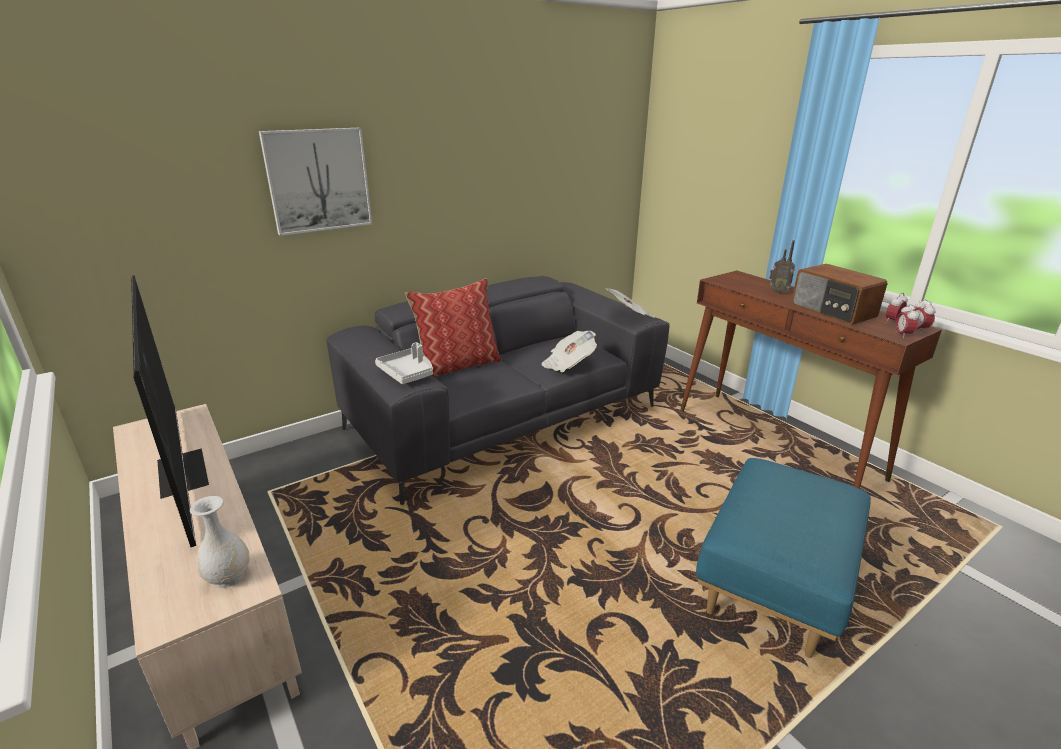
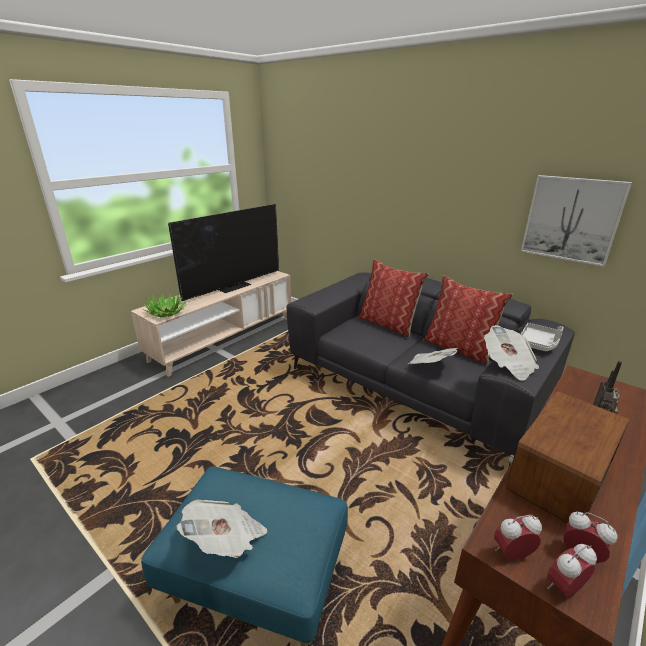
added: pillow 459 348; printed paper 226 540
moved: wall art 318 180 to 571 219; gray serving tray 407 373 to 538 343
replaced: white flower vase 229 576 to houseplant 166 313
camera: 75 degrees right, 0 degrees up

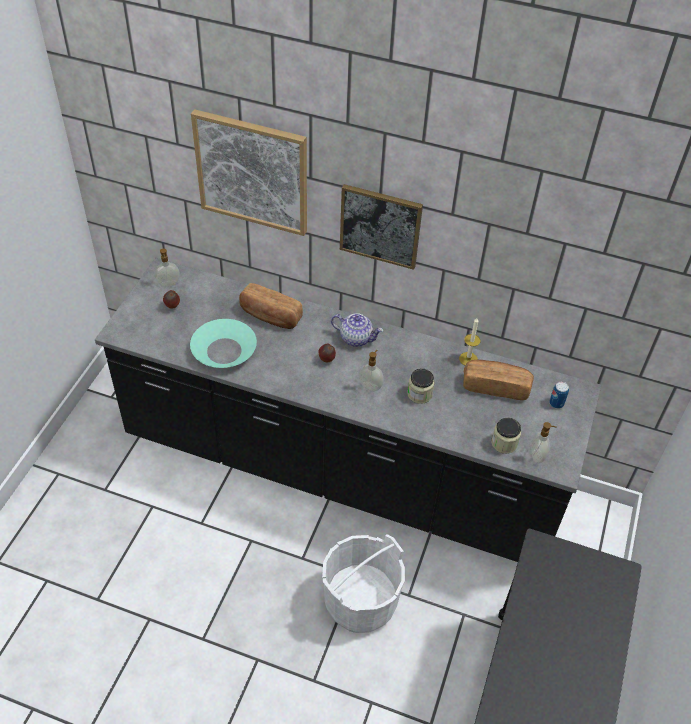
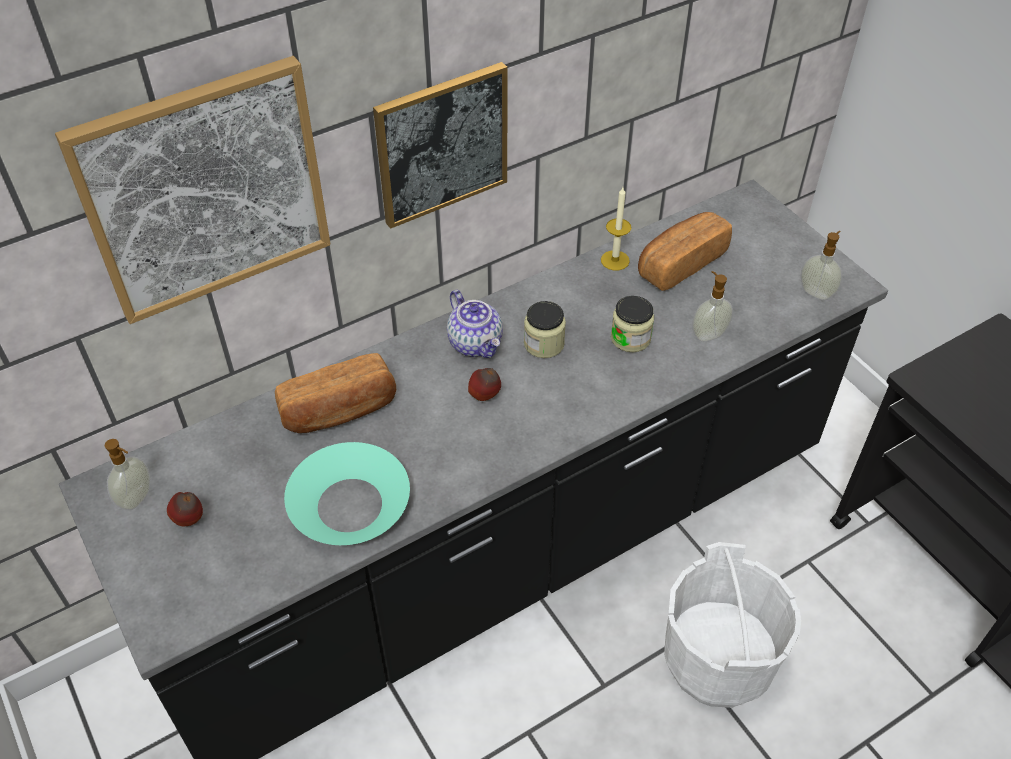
removed: metal can 556 403
moved: soap bottle 370 386 to 708 334; preserve jar 504 443 to 544 344
turned: teapot 356 338 = 476 343 90 degrees clockwise
camera: 50 degrees left, 0 degrees up

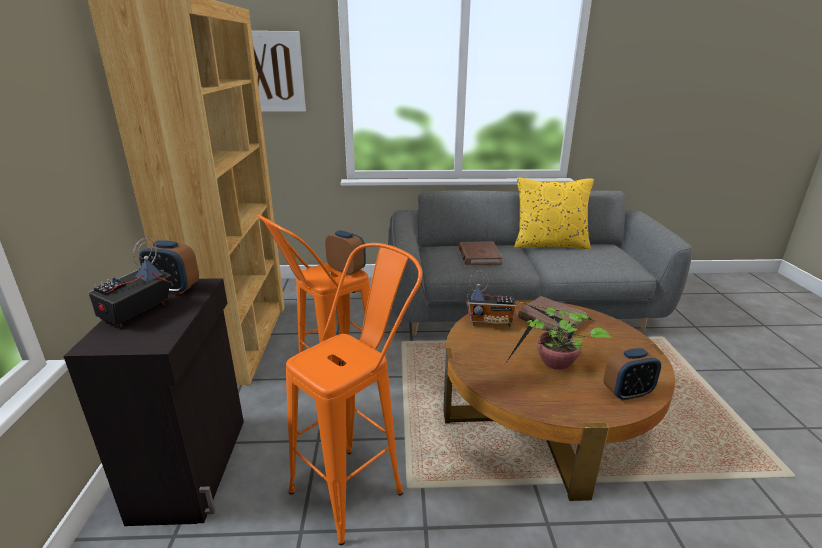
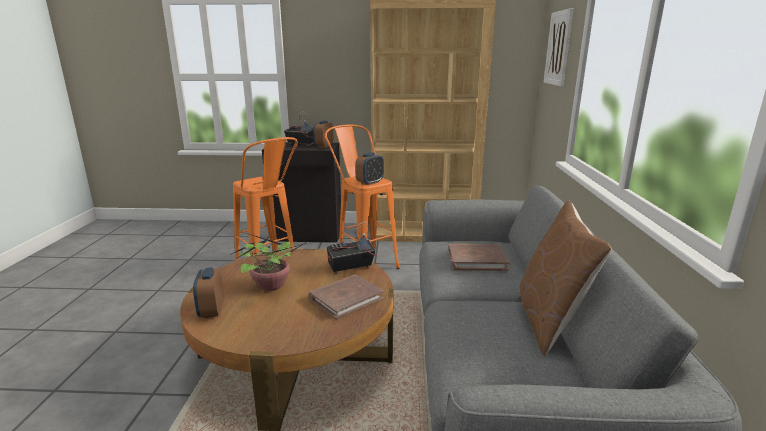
recoloured: yellow pillow 549 244 to brownish pillow 550 319
turned: radio receiver 490 322 = 350 268 60 degrees clockwise
camera: 95 degrees right, 5 degrees down

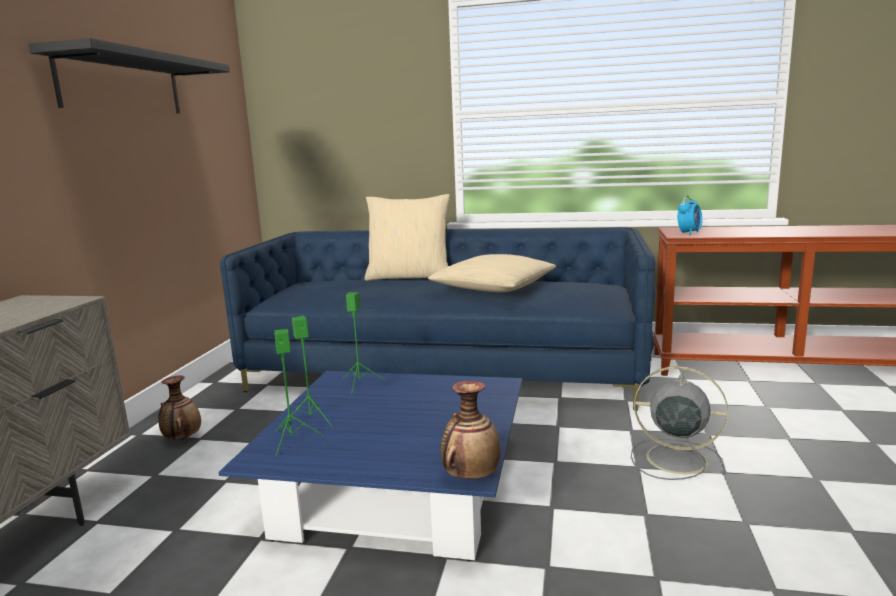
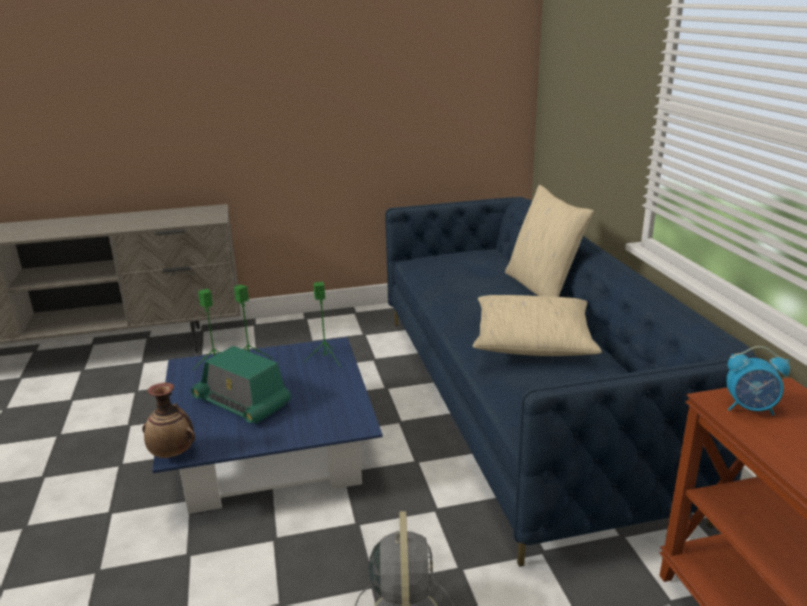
removed: black bracket shelf 122 84; flower vase 182 439
added: radio receiver 242 402
camera: 65 degrees right, 10 degrees up

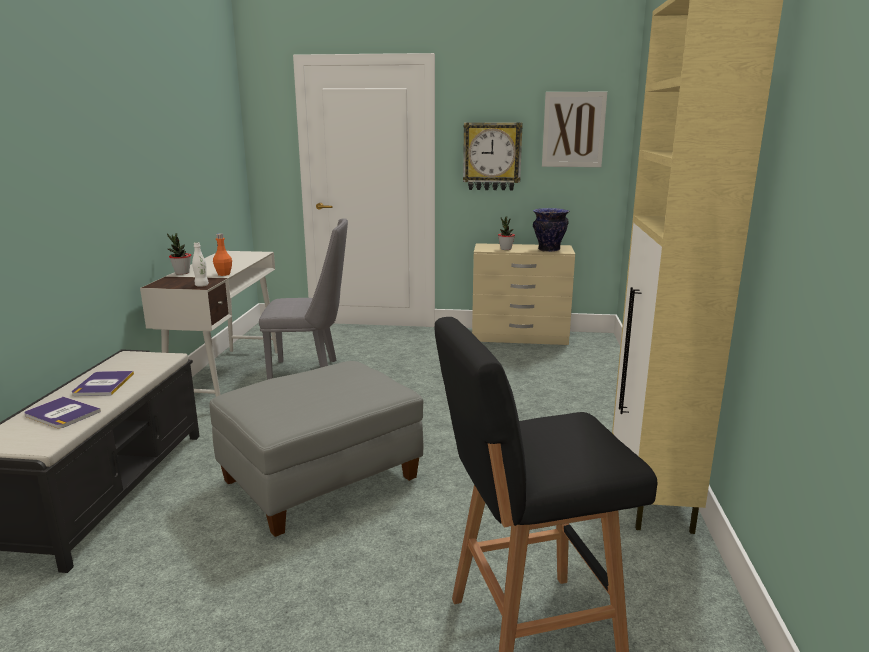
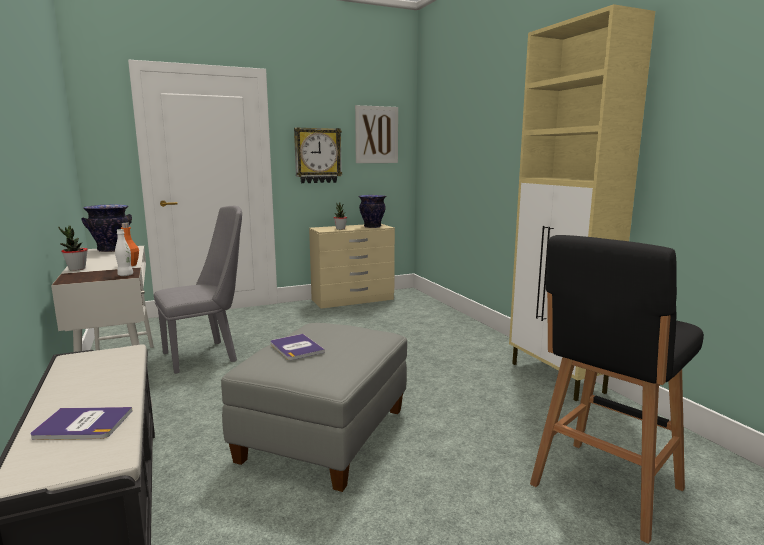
added: flower vase 111 250
moved: bound book 103 384 to 296 348
camera: 30 degrees left, 5 degrees down

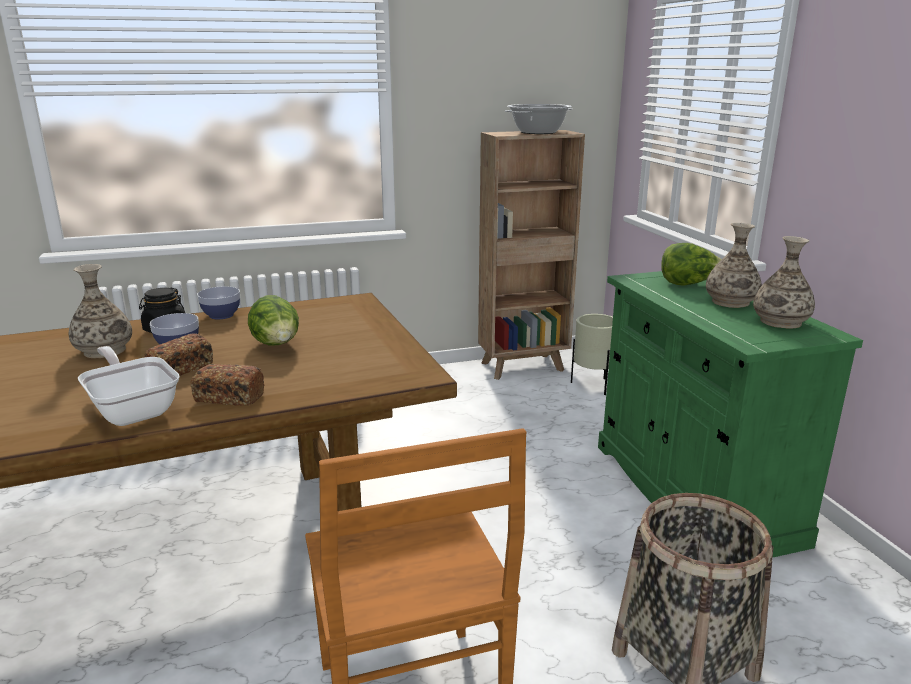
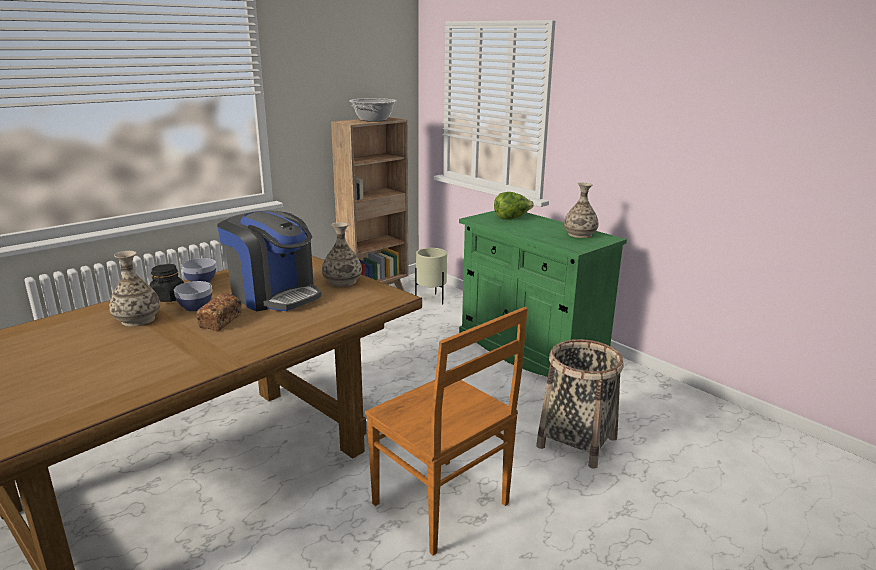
removed: skillet 133 410; bakery bread 229 398
moved: flower vase 730 302 to 342 282
replaced: head of lettuce 277 346 to coffee machine 274 295
camera: 25 degrees left, 0 degrees up

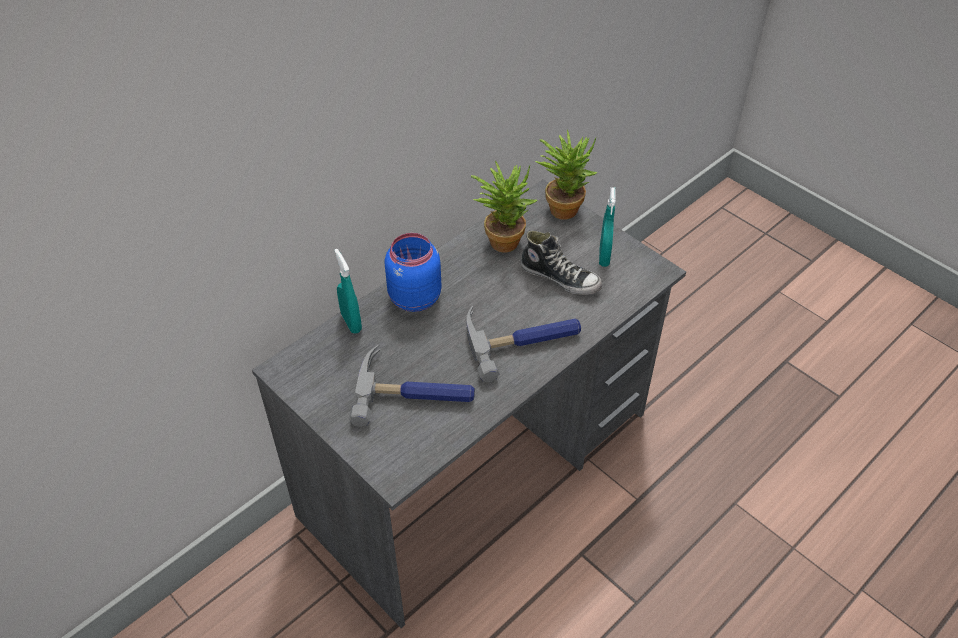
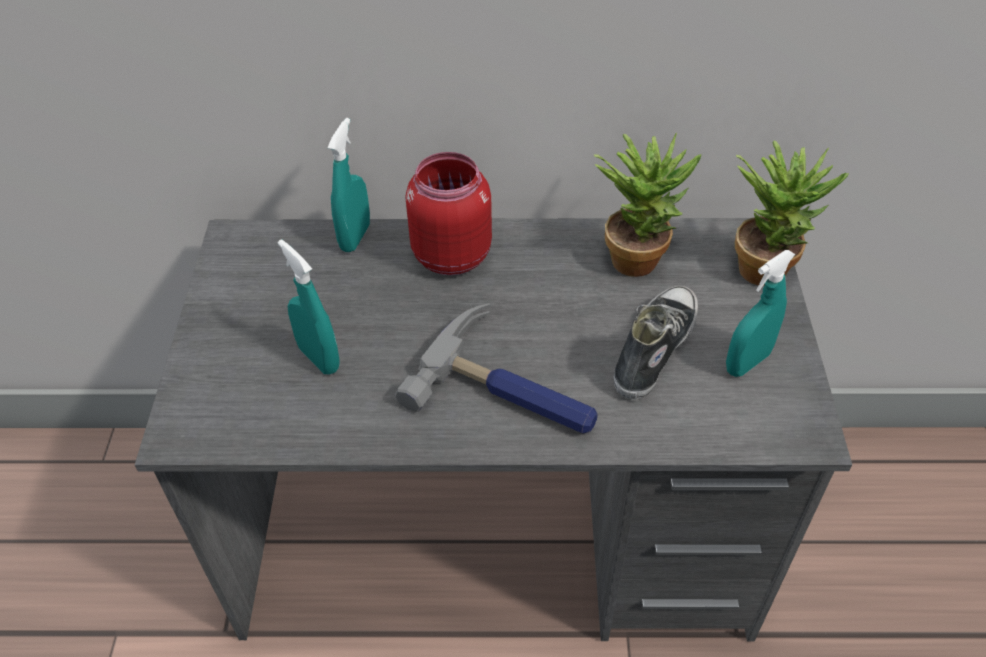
replaced: hand hammer 415 392 to turquoise spray bottle 319 358
recoloured: blue preserve jar 413 298 to red-coloured preserve jar 450 254
turned: item of footwear 560 278 = 653 349 135 degrees counterclockwise
camera: 45 degrees right, 0 degrees up

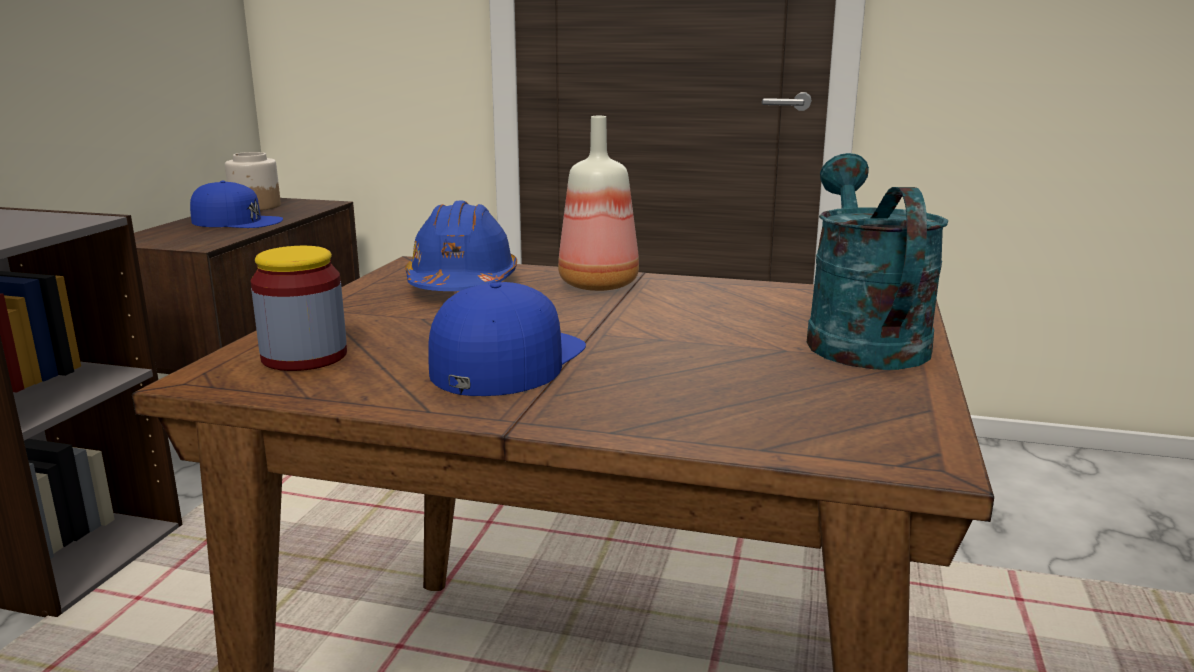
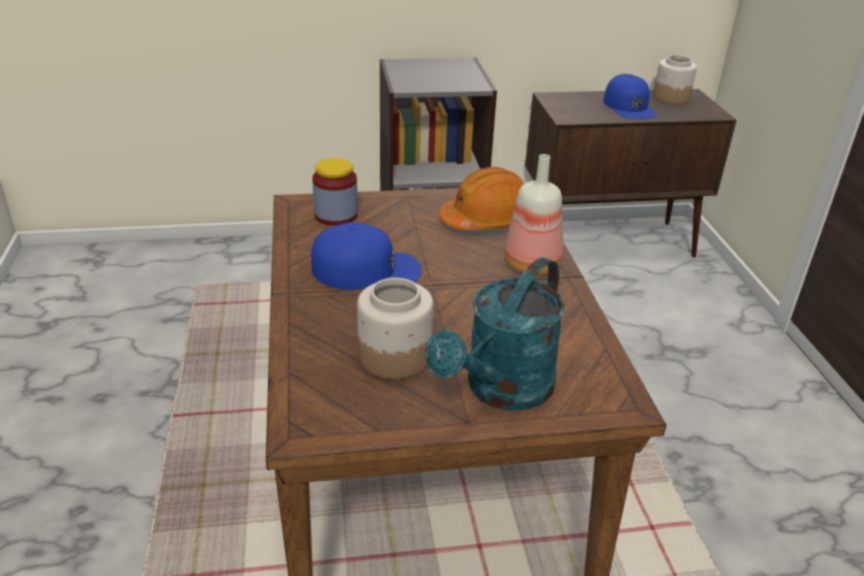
added: preserve jar 393 356
recoloured: blue safety helmet 462 285 to orange-coloured safety helmet 487 220
turned: turquoise watering pot 860 338 = 501 391 150 degrees clockwise
camera: 65 degrees right, 15 degrees up

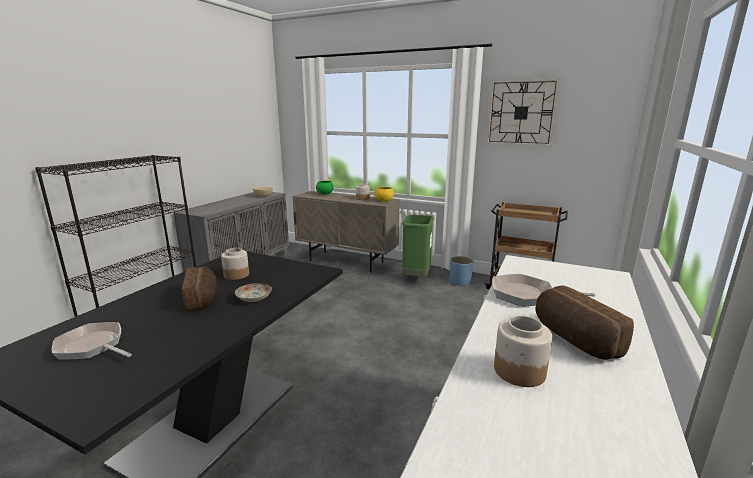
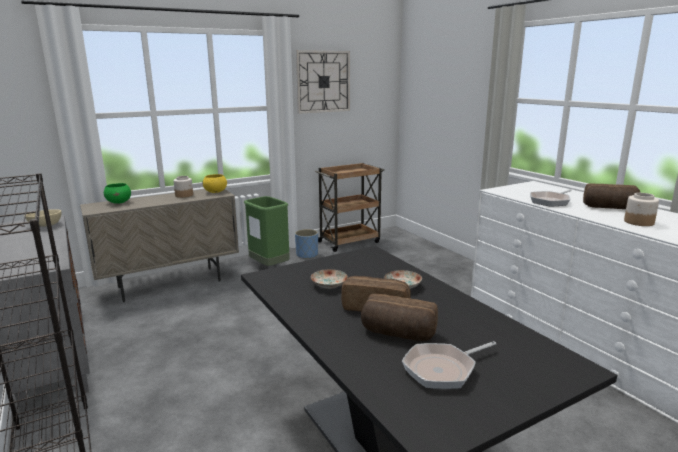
added: bakery bread 397 334
replaced: preserve jar 236 275 to plate 328 285
camera: 55 degrees left, 0 degrees up

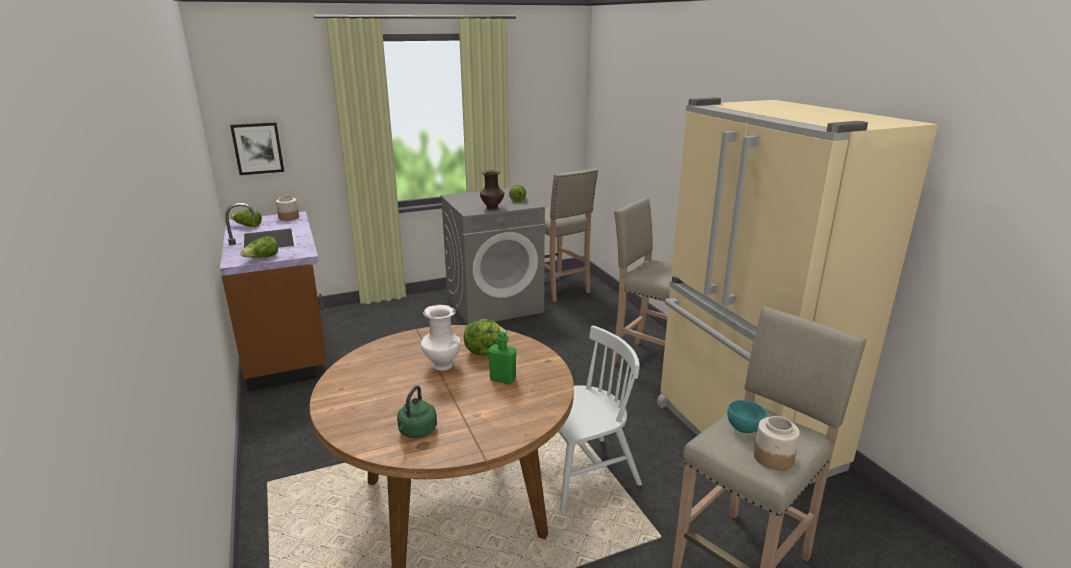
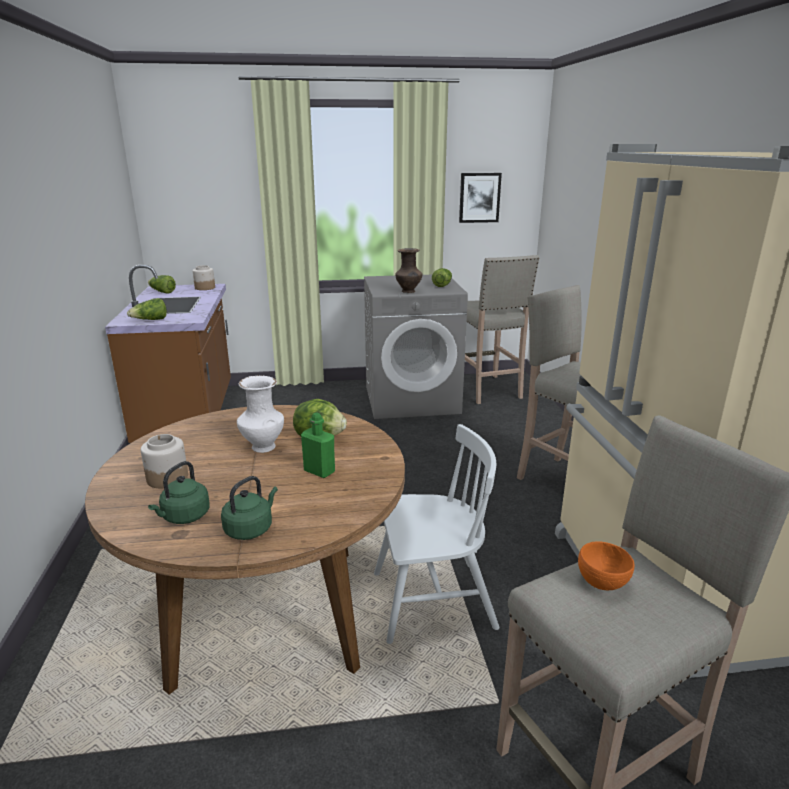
added: green-coloured tea kettle 250 529
moved: wall art 258 148 to 479 197; preserve jar 772 457 to 167 478
recoloured: turquoise bowl 743 428 to orange-coloured bowl 601 582
camera: 15 degrees right, 0 degrees up

